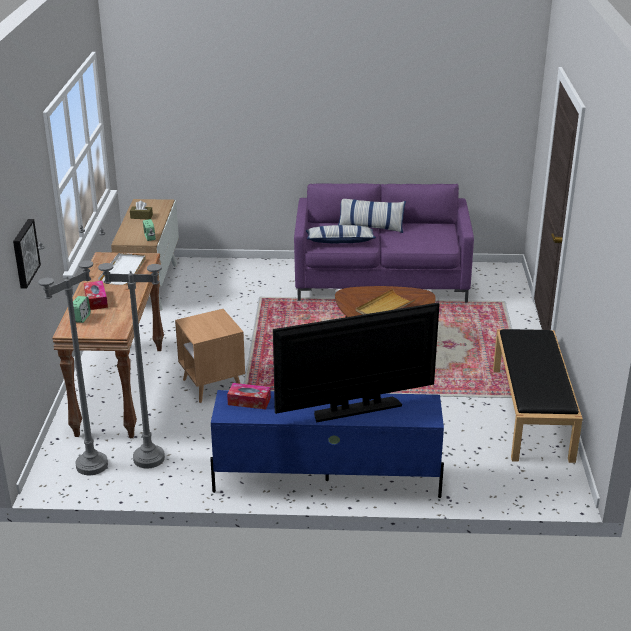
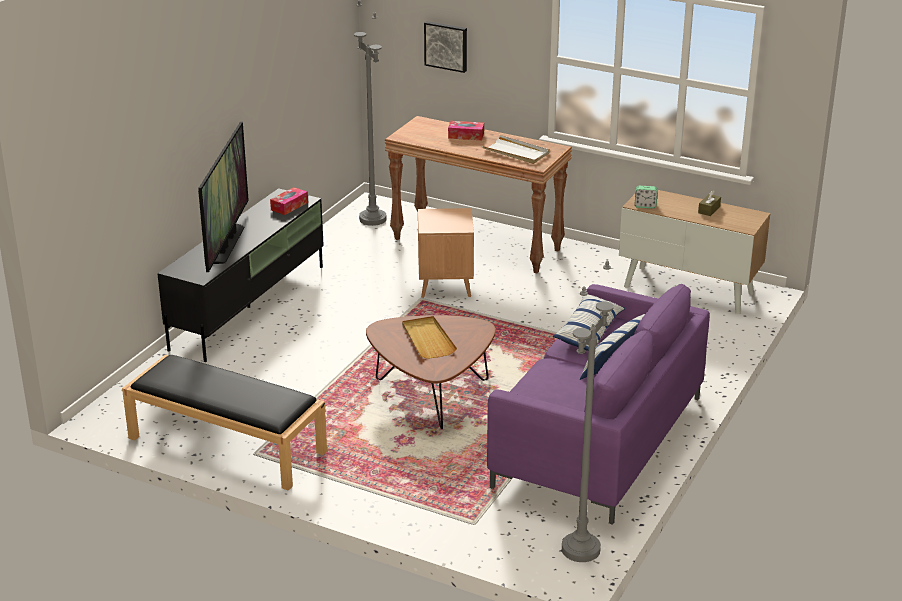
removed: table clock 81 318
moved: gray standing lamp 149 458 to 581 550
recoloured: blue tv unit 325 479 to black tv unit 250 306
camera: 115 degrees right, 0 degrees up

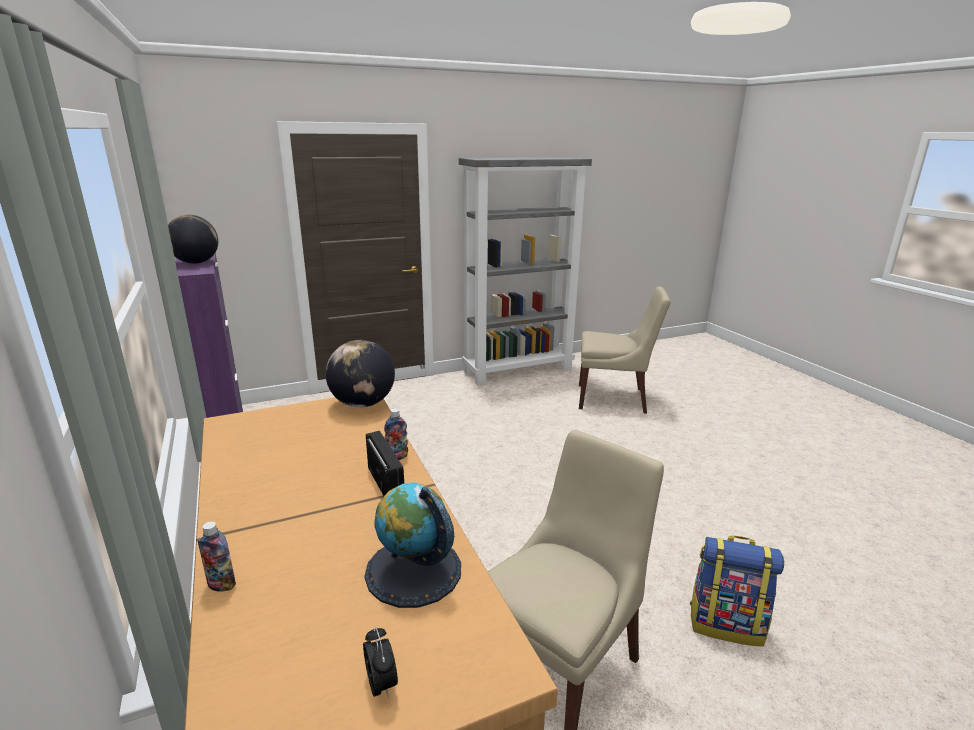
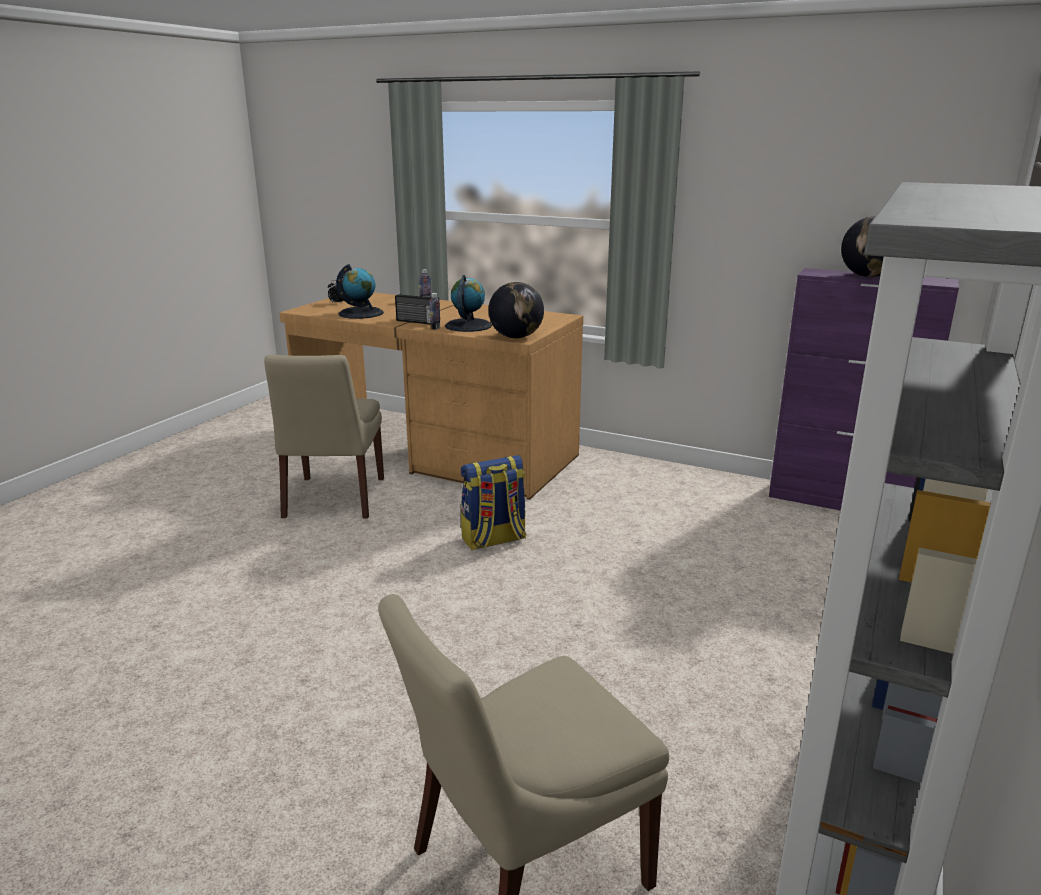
added: desk globe 468 325
moved: backpack 726 624 to 493 540
camera: 140 degrees right, 0 degrees up

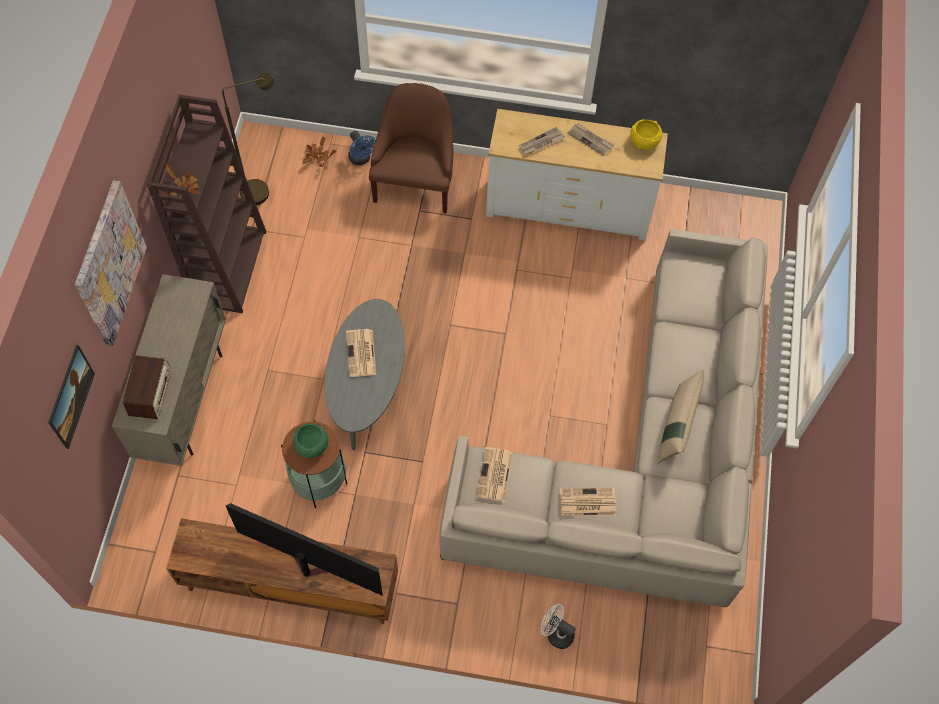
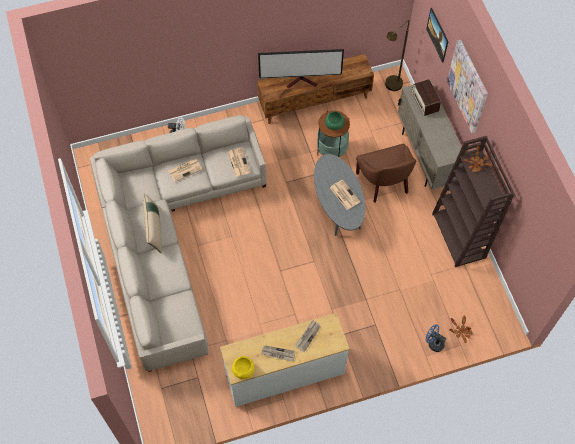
moved: brownish standing lamp 262 190 to 391 87; brownish lounge chair 415 182 to 384 183
camera: 155 degrees right, 0 degrees up

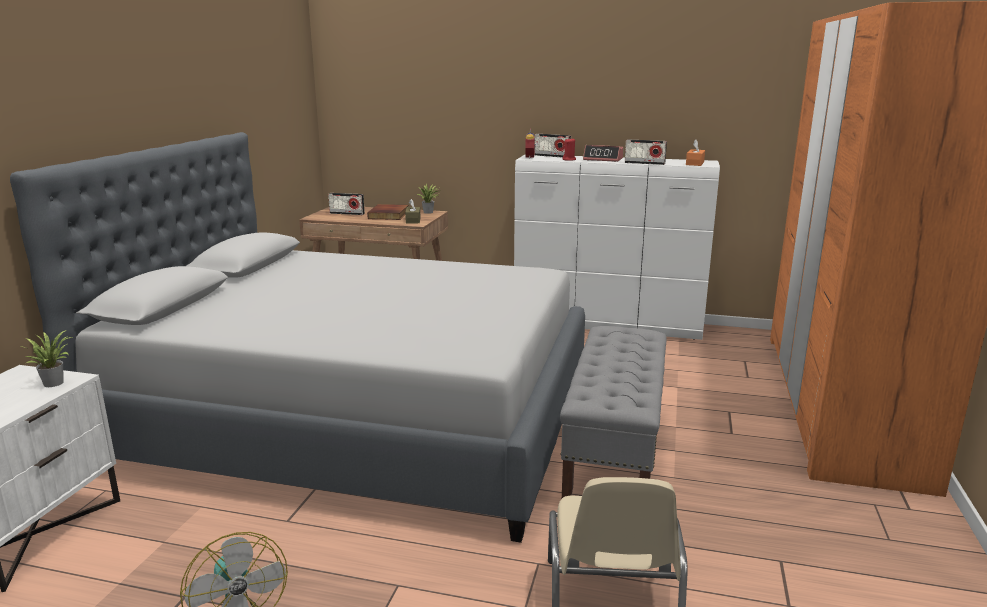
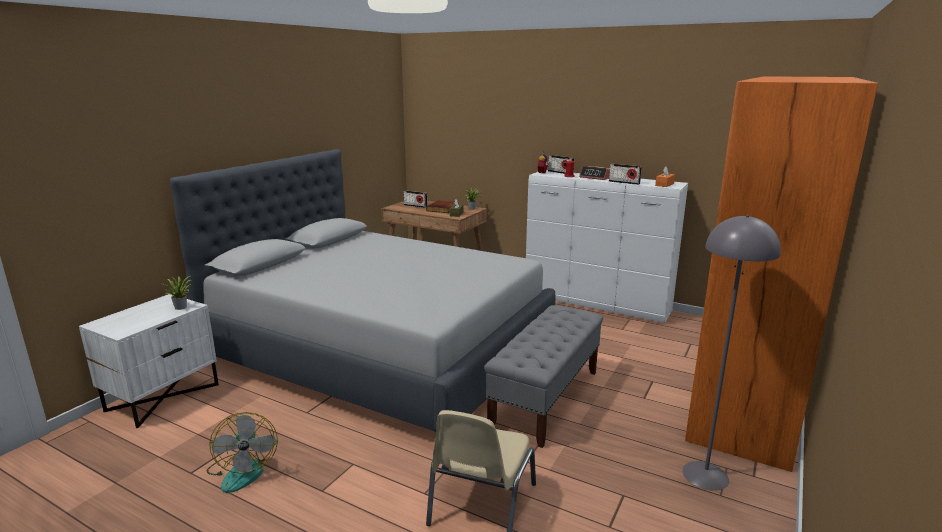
added: gray standing lamp 704 475
camera: 15 degrees right, 0 degrees up

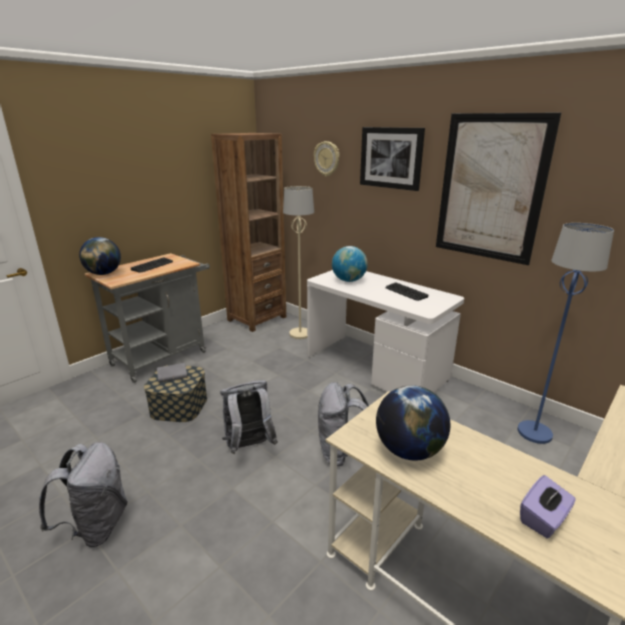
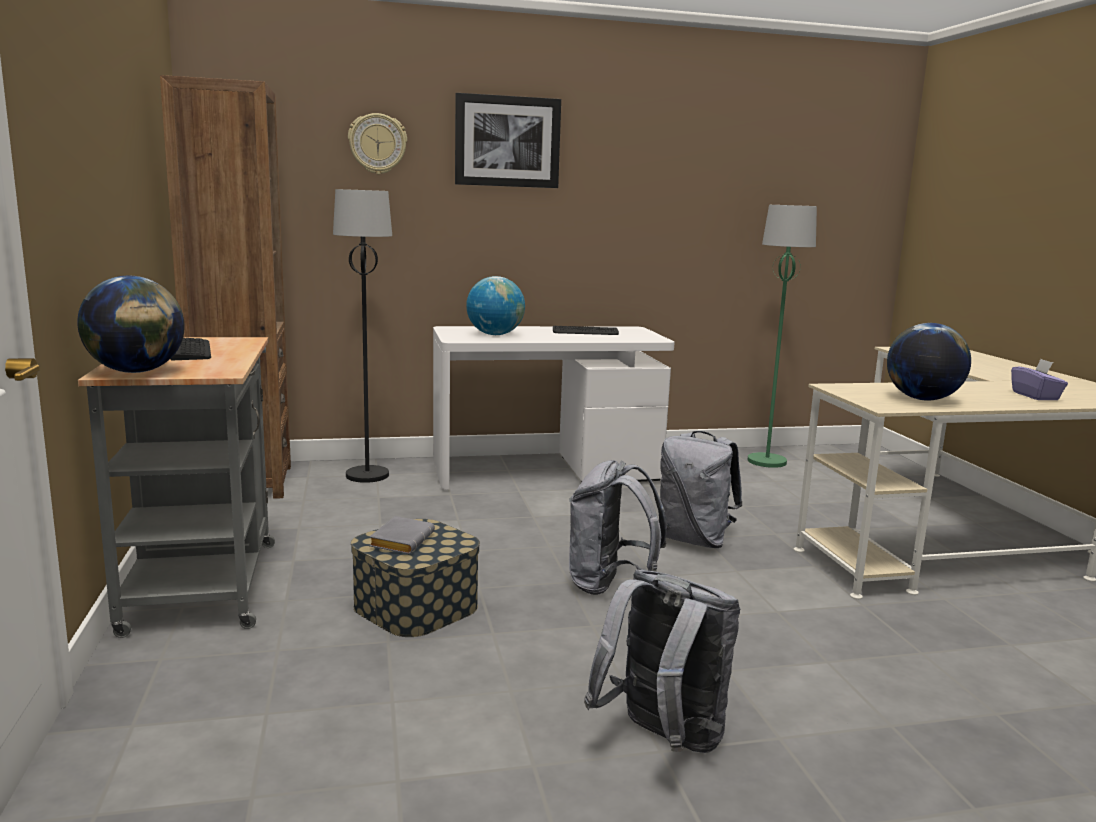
removed: wall art 490 188
recoloured: sand-coloured standing lamp 300 334 to black standing lamp 367 475; blue standing lamp 534 432 to green-coloured standing lamp 767 461
camera: 55 degrees left, 10 degrees down

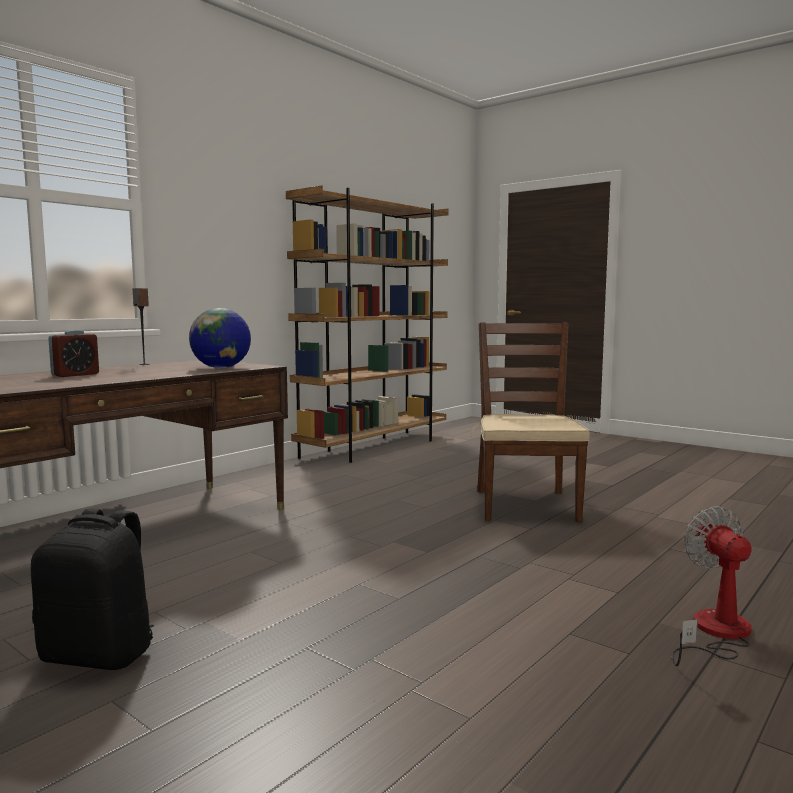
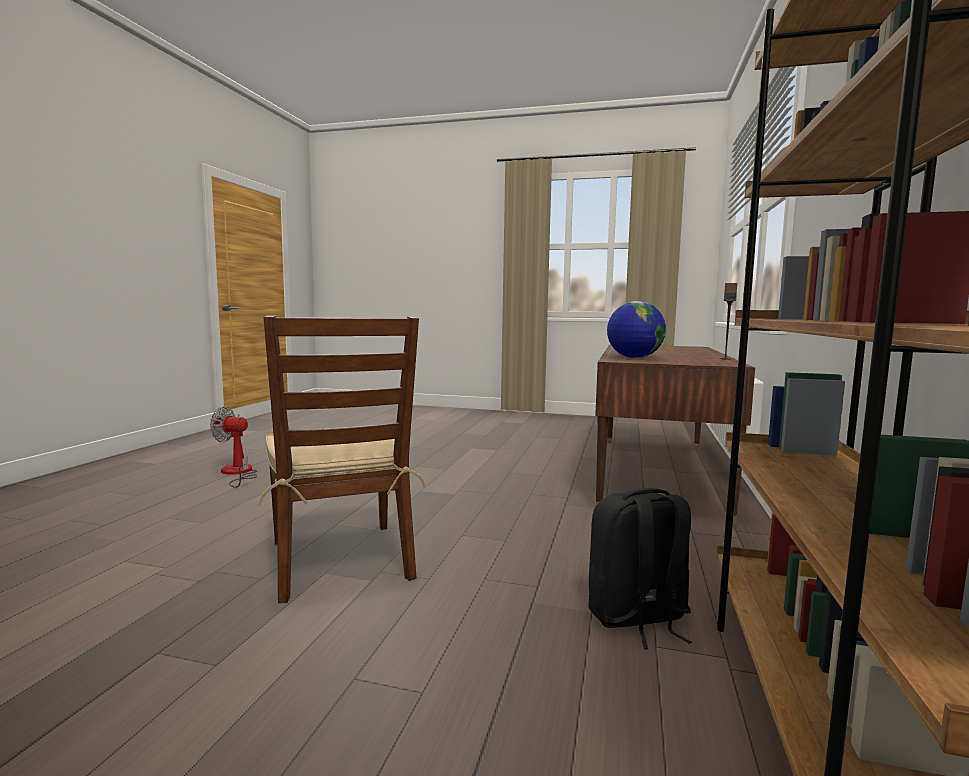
removed: table clock 75 375
moved: black backpack 100 655 to 637 618
turned: fan 715 633 = 237 473 135 degrees clockwise
camera: 155 degrees right, 0 degrees up

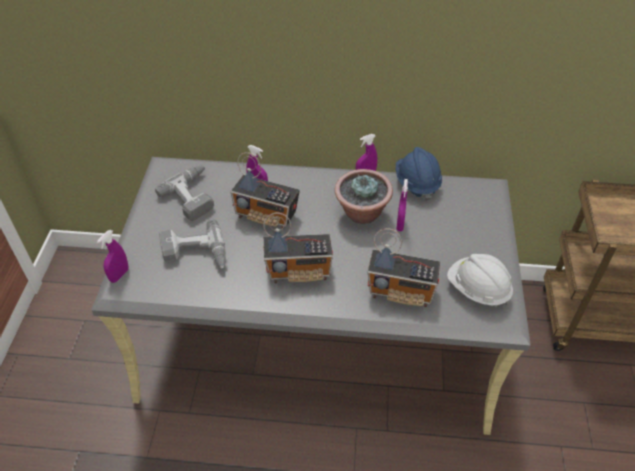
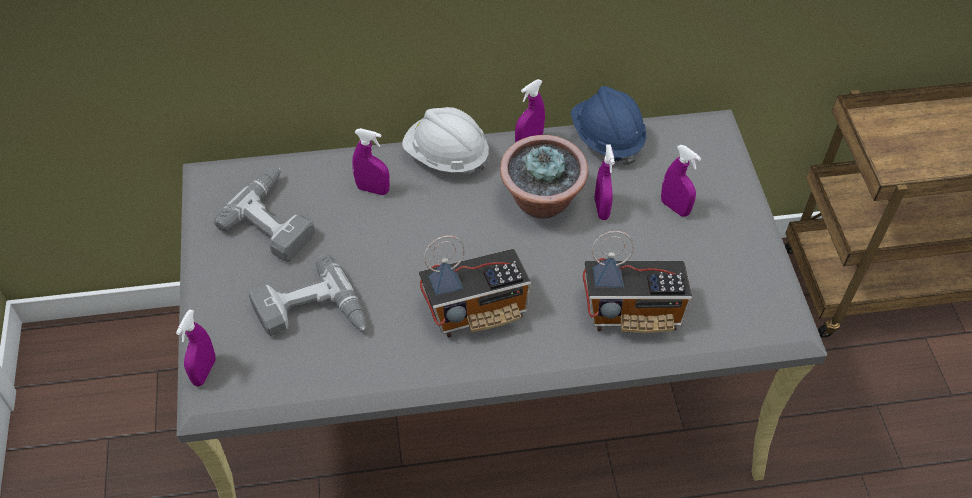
removed: radio receiver 266 215
added: purple-coloured spray bottle 674 207
moved: white safety helmet 477 290 to 446 157
camera: 15 degrees left, 5 degrees up

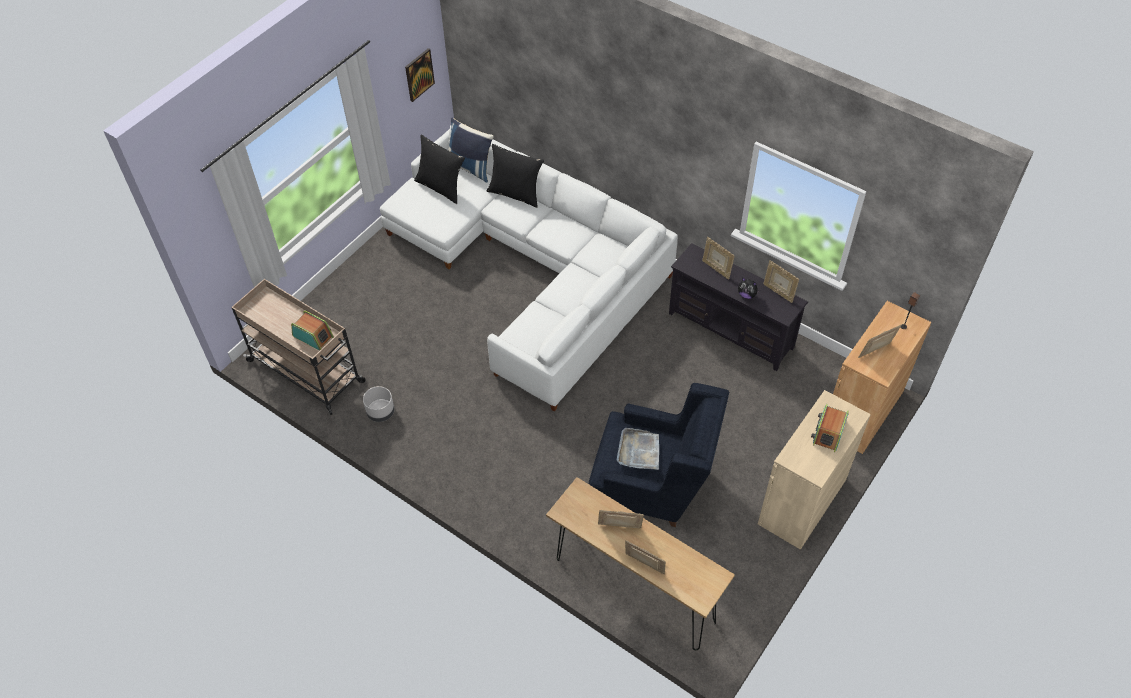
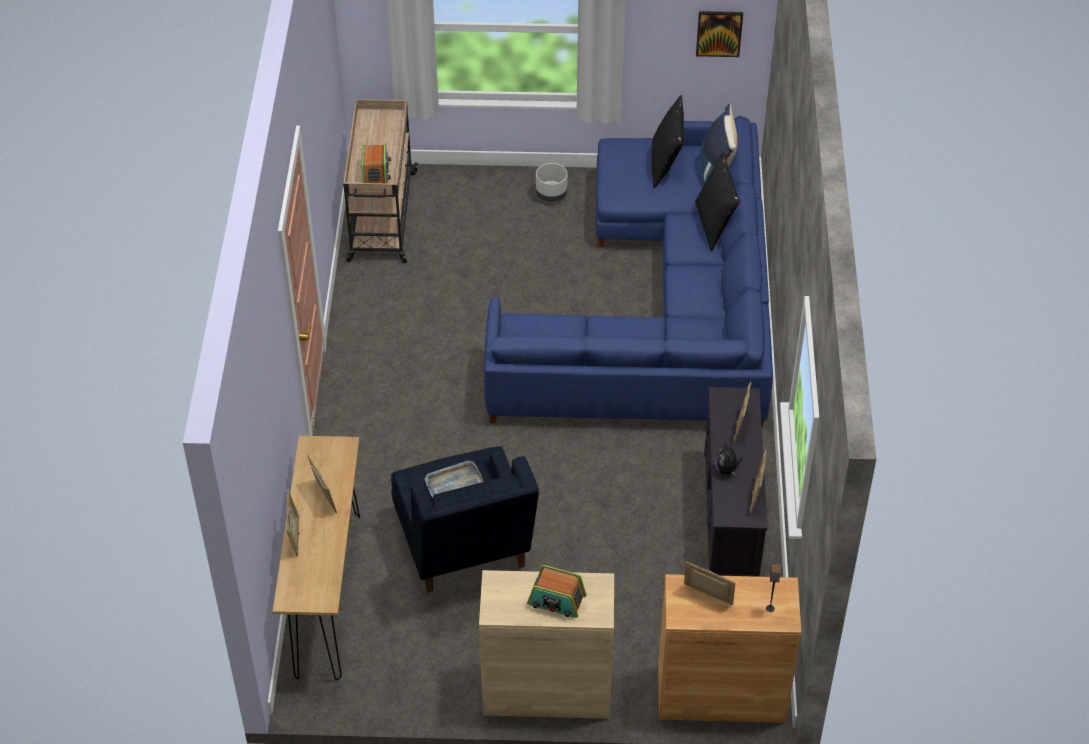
moved: gray plant pot 380 412 to 551 194
recoloured: white sofa 532 268 to blue sofa 662 309
turned: radio receiver 828 433 = 556 600 150 degrees counterclockwise
camera: 55 degrees right, 5 degrees down

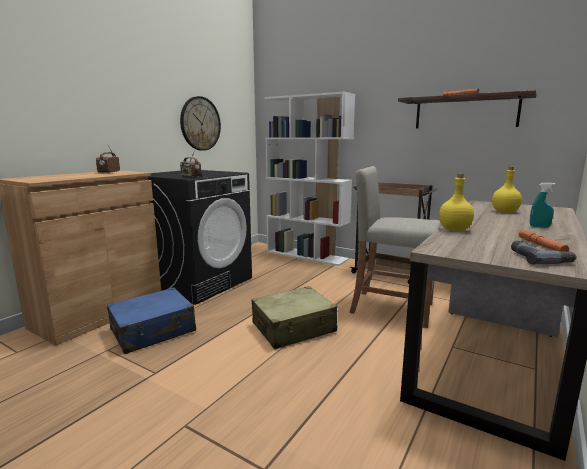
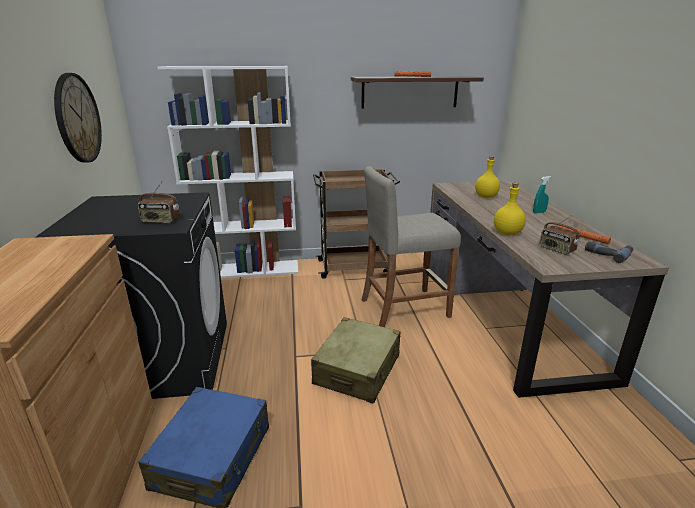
moved: radio receiver 108 172 to 556 249
camera: 40 degrees left, 10 degrees up

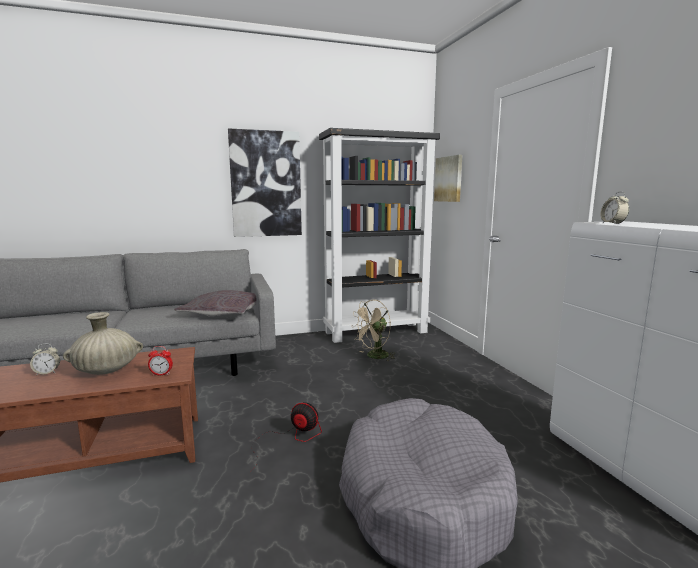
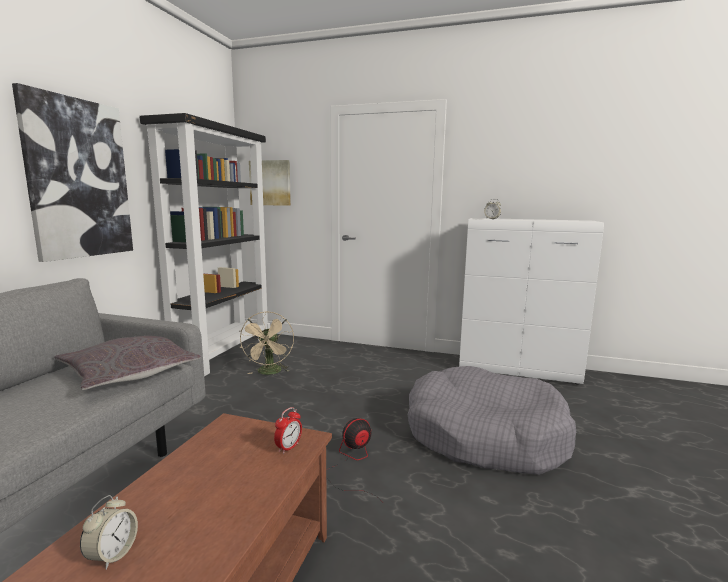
removed: sand-coloured flower vase 106 371
camera: 55 degrees left, 0 degrees up

